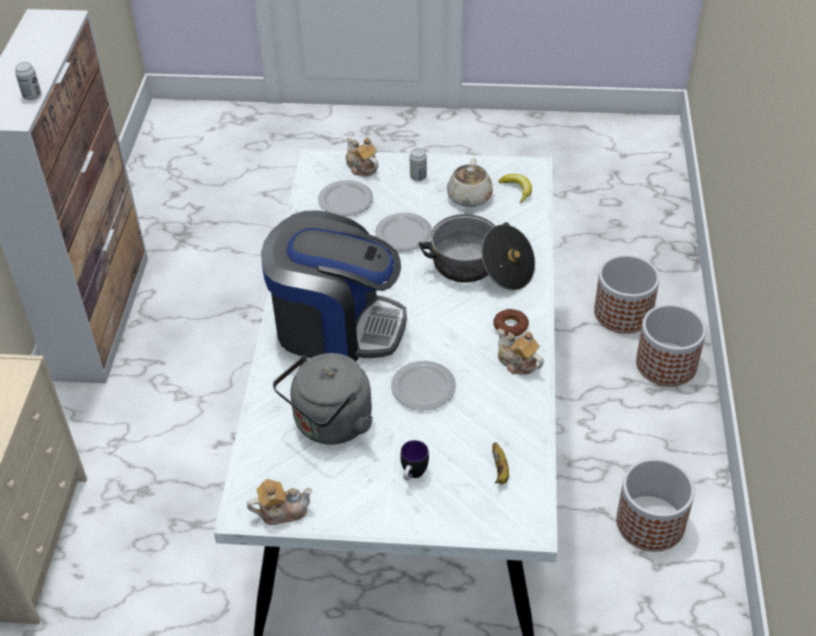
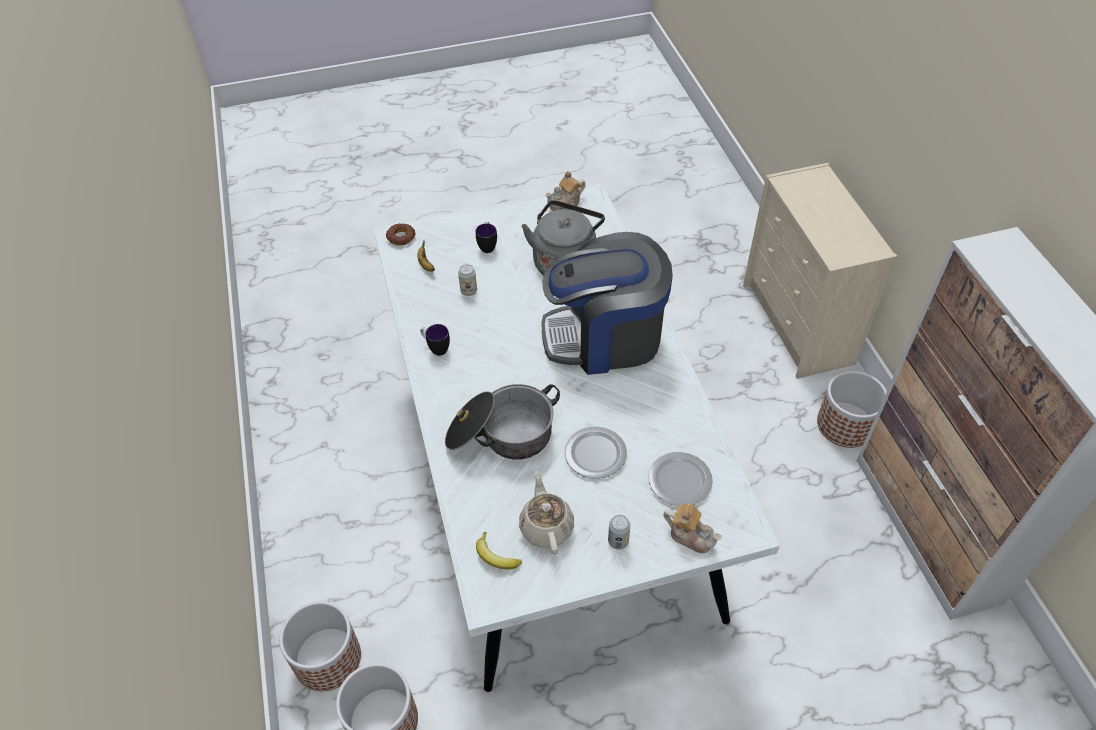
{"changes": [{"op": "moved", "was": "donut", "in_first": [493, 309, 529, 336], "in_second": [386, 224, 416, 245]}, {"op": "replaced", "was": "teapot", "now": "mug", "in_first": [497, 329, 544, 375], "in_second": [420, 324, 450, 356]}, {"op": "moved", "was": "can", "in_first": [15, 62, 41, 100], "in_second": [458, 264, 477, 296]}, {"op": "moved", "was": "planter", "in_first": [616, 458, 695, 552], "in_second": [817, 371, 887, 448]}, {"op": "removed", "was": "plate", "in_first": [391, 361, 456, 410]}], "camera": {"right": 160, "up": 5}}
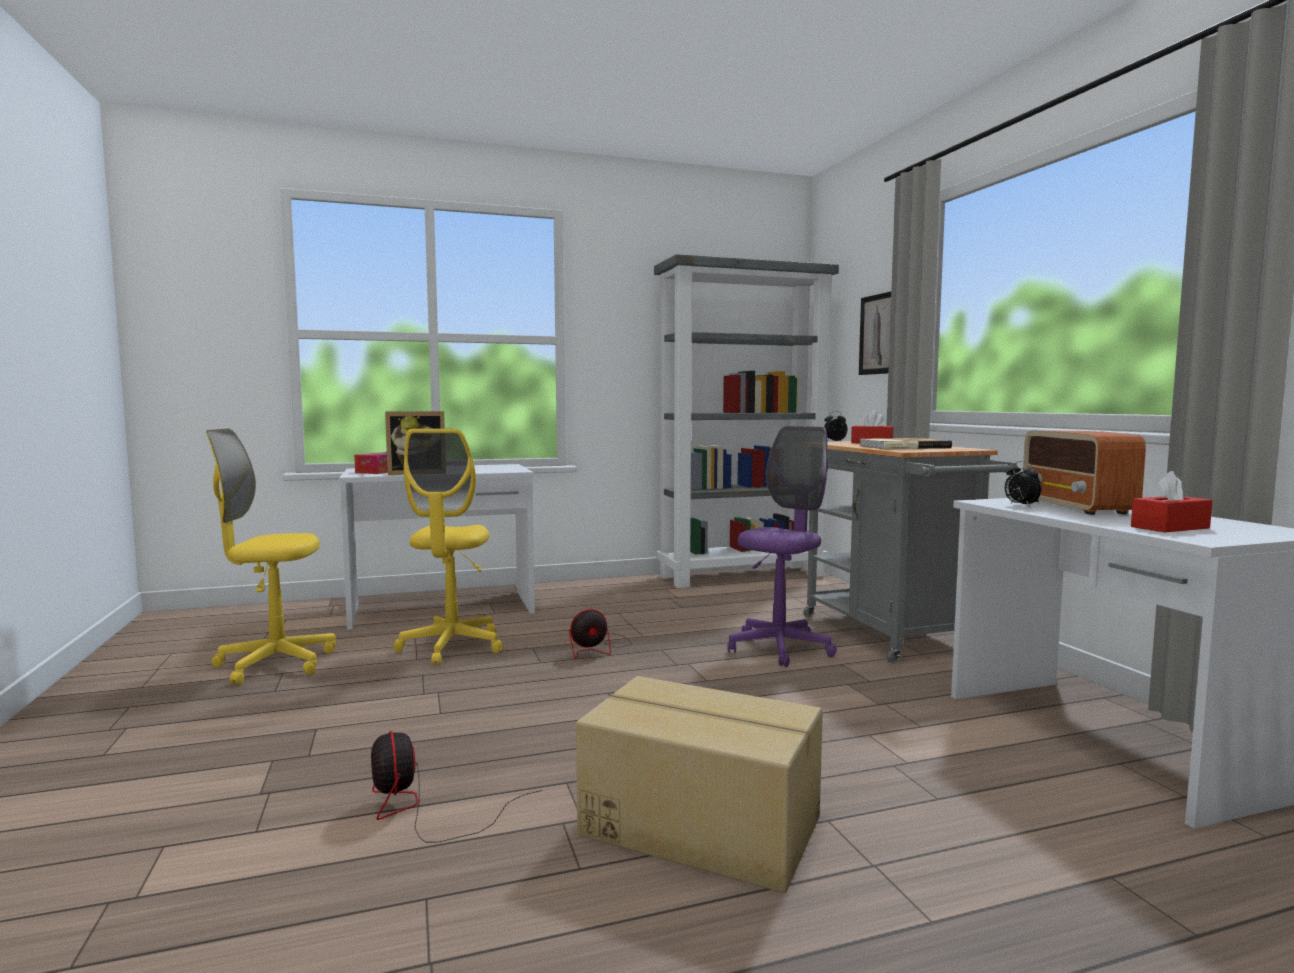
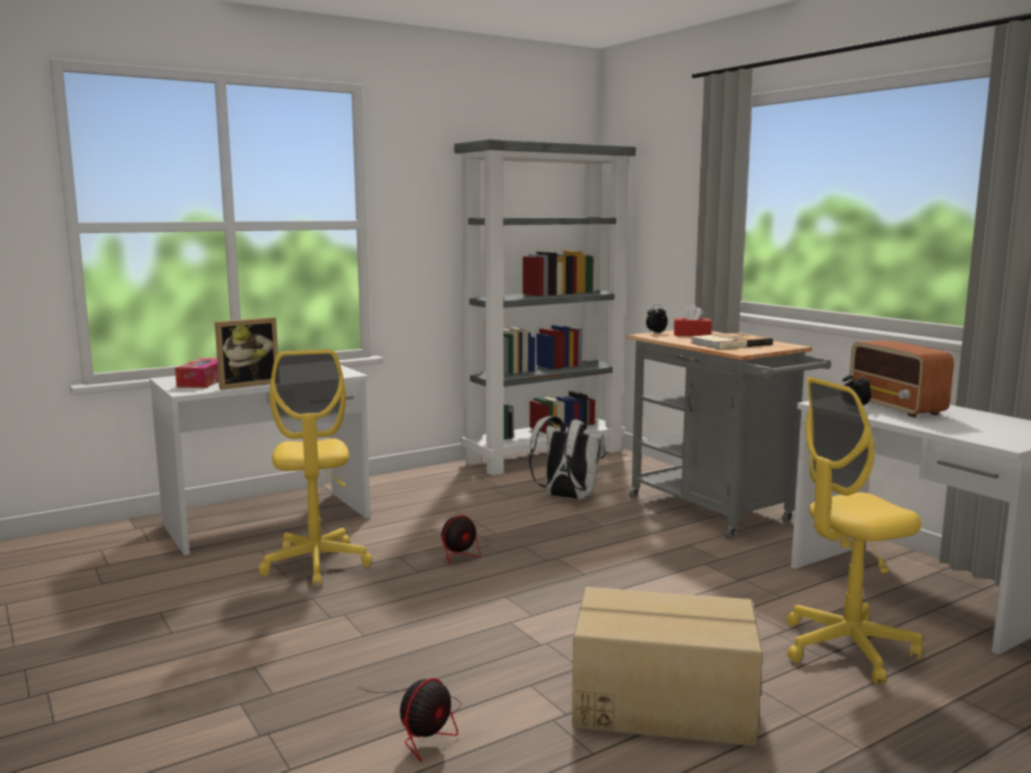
{"changes": [{"op": "turned", "was": "fan", "in_first": [371, 731, 542, 842], "in_second": [359, 678, 461, 762], "clockwise": -105}, {"op": "added", "now": "white backpack", "in_second": [529, 416, 605, 500]}, {"op": "moved", "was": "yellow office chair", "in_first": [206, 429, 336, 685], "in_second": [786, 377, 923, 684]}, {"op": "removed", "was": "purple office chair", "in_first": [727, 426, 837, 667]}, {"op": "removed", "was": "picture", "in_first": [859, 291, 891, 375]}, {"op": "removed", "was": "red tissue box", "in_first": [1131, 471, 1212, 532]}], "camera": {"right": -15, "up": 5}}
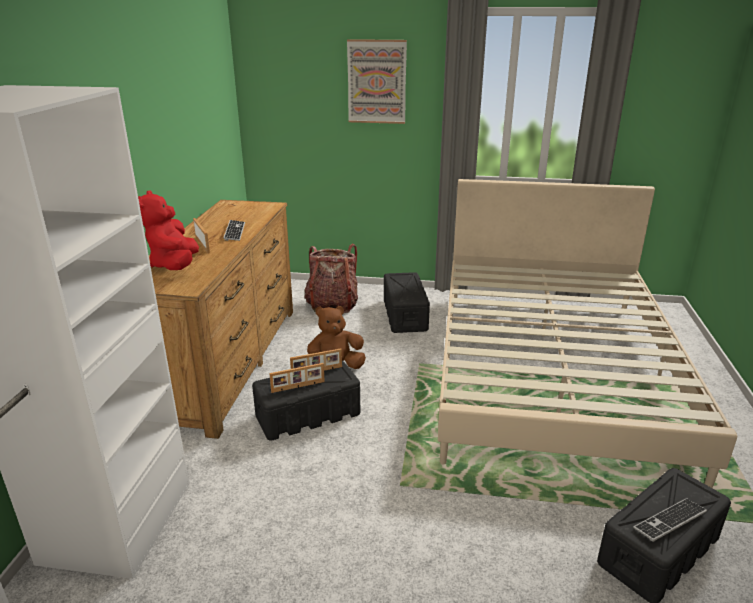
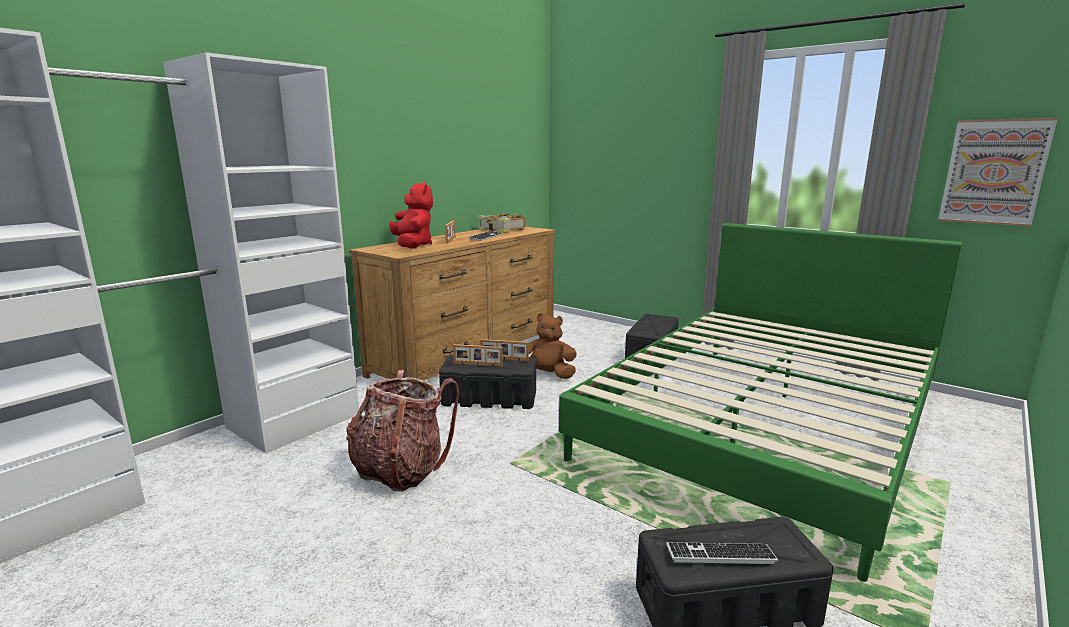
{"changes": [{"op": "moved", "was": "backpack", "in_first": [304, 244, 358, 313], "in_second": [346, 370, 459, 492]}, {"op": "turned", "was": "red plush toy", "in_first": [138, 191, 199, 270], "in_second": [389, 182, 433, 249], "clockwise": 135}, {"op": "added", "now": "book", "in_second": [478, 213, 525, 233]}, {"op": "recoloured", "was": "beige bed", "now": "green bed", "in_first": [438, 179, 737, 488], "in_second": [559, 223, 962, 582]}, {"op": "moved", "was": "picture", "in_first": [347, 39, 407, 124], "in_second": [938, 118, 1058, 227]}], "camera": {"right": 30, "up": -10}}
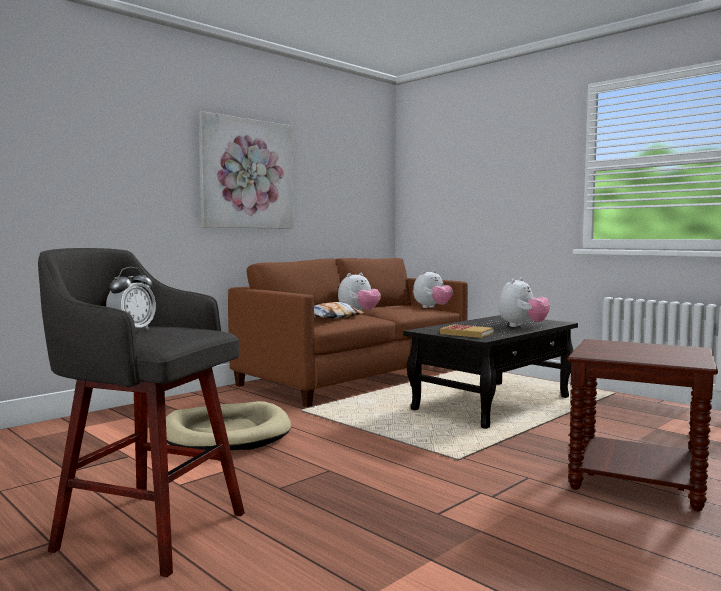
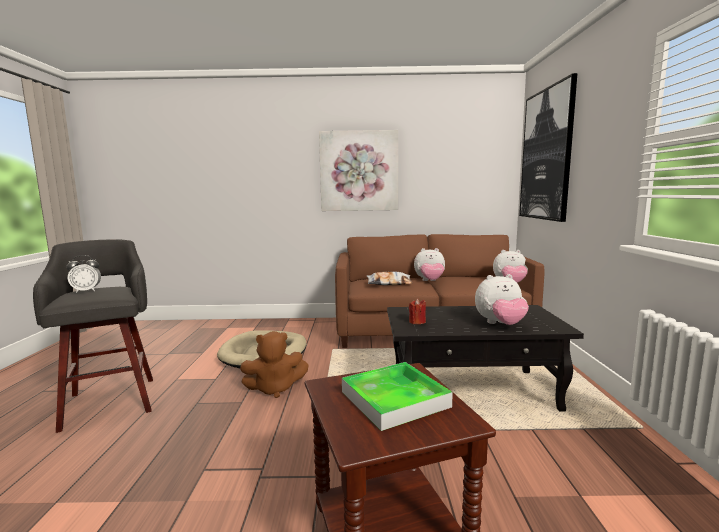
{"changes": [{"op": "added", "now": "brown plush toy", "in_second": [240, 331, 309, 398]}, {"op": "added", "now": "tray", "in_second": [342, 362, 453, 431]}, {"op": "replaced", "was": "book", "now": "red candle", "in_first": [440, 324, 494, 338], "in_second": [409, 299, 426, 324]}, {"op": "added", "now": "picture", "in_second": [519, 73, 578, 222]}], "camera": {"right": 45, "up": 5}}
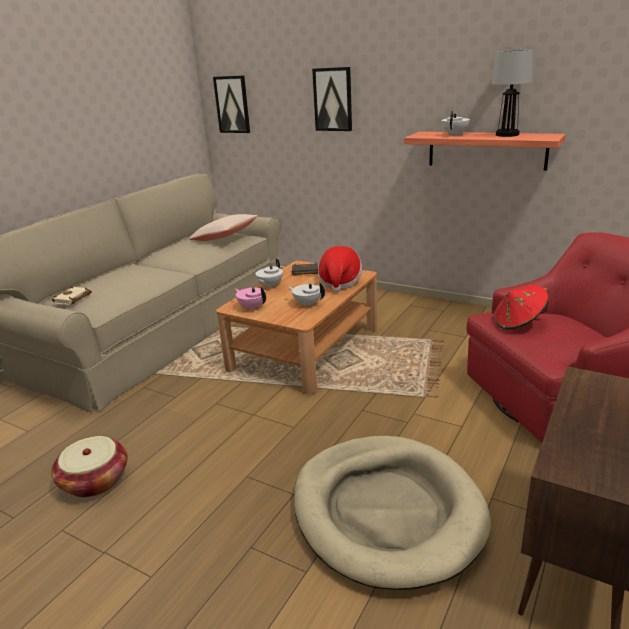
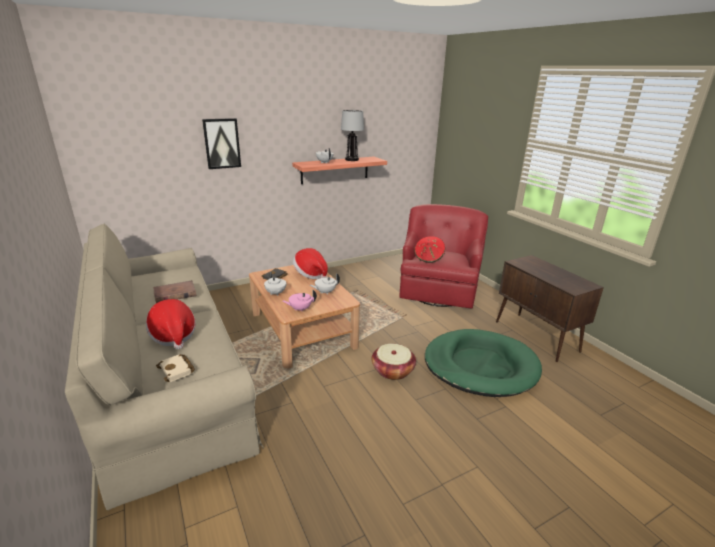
{"changes": [{"op": "added", "now": "hat", "in_second": [146, 299, 196, 349]}, {"op": "added", "now": "brown book", "in_second": [153, 280, 197, 303]}, {"op": "moved", "was": "basket", "in_first": [51, 436, 128, 497], "in_second": [372, 344, 416, 380]}, {"op": "recoloured", "was": "beige dog bed", "now": "green dog bed", "in_first": [294, 436, 491, 590], "in_second": [425, 329, 542, 397]}, {"op": "removed", "was": "beige pillow", "in_first": [189, 214, 258, 241]}, {"op": "removed", "was": "picture", "in_first": [213, 76, 250, 133]}], "camera": {"right": -60, "up": 0}}
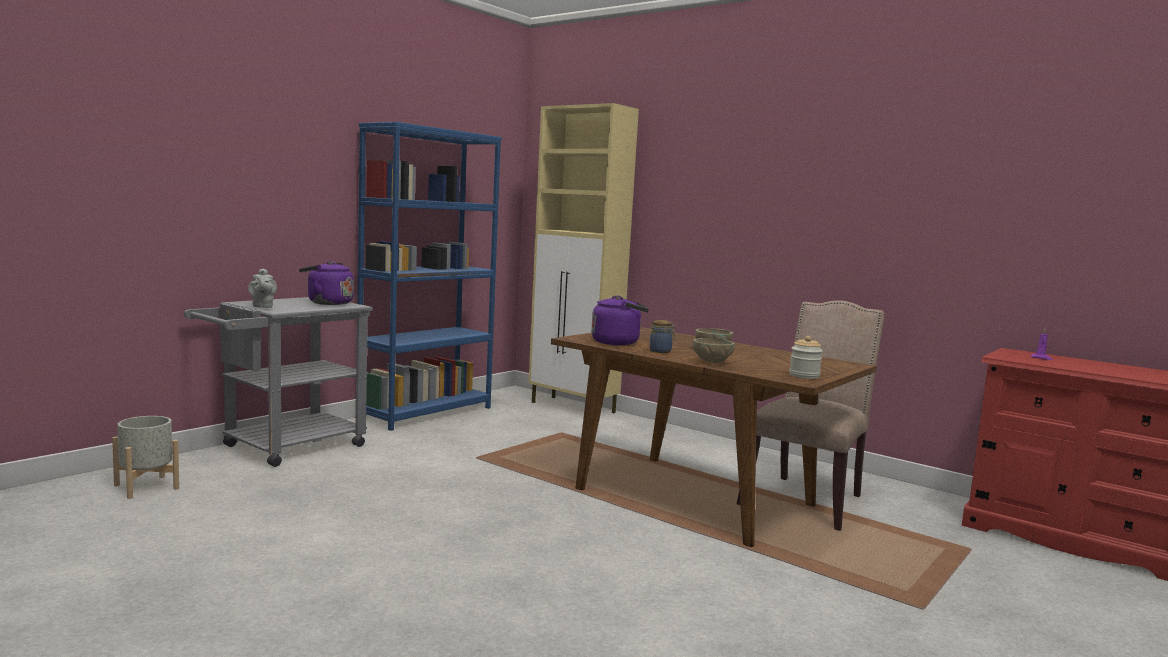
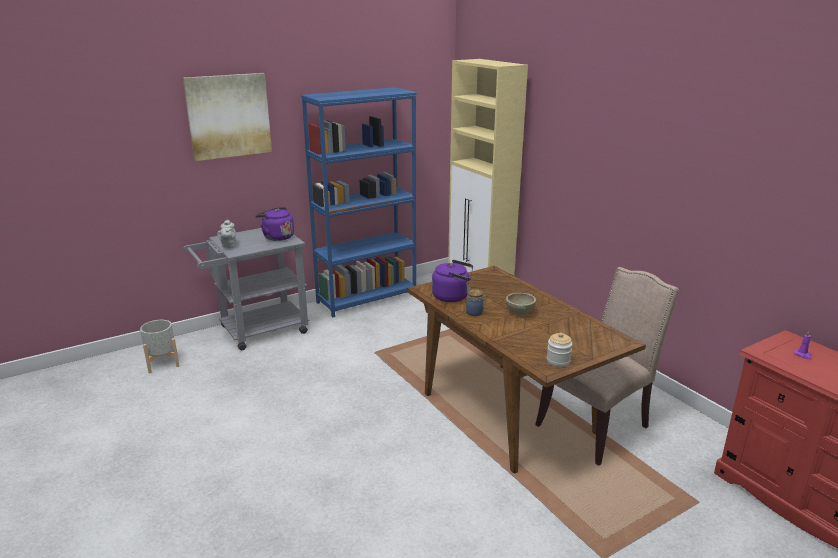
{"changes": [{"op": "added", "now": "picture", "in_second": [183, 73, 272, 161]}, {"op": "removed", "was": "beige bowl", "in_first": [692, 338, 735, 363]}], "camera": {"right": 20, "up": 15}}
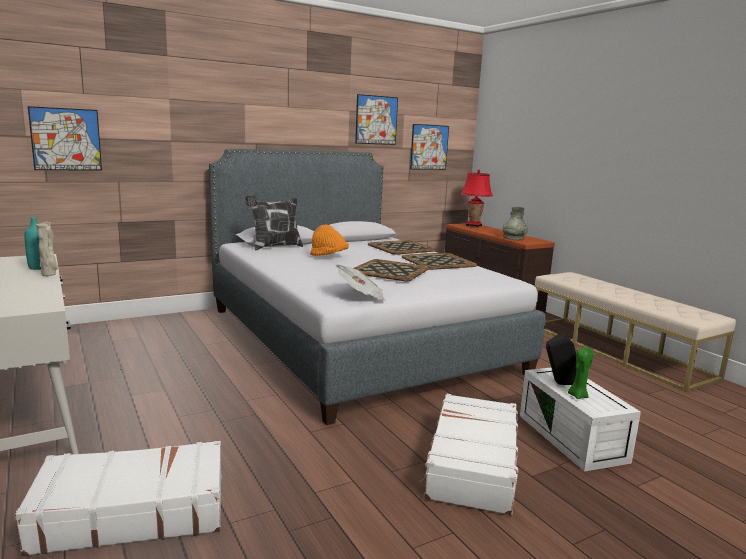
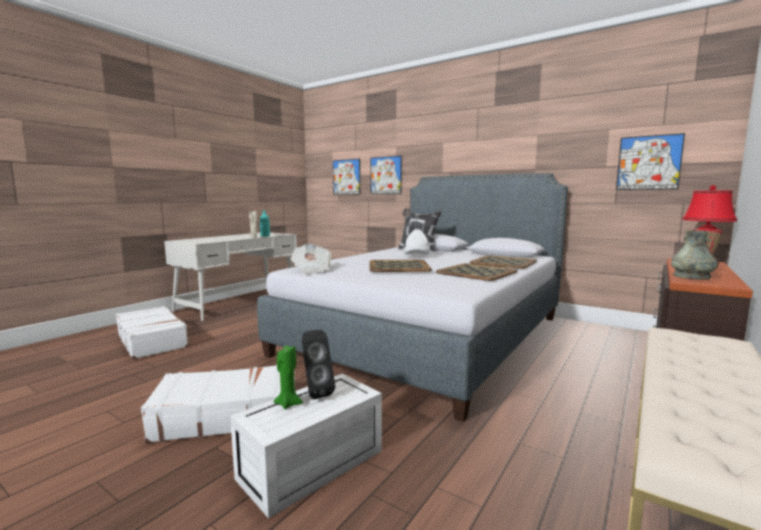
{"changes": [{"op": "moved", "was": "picture", "in_first": [355, 94, 398, 145], "in_second": [371, 156, 402, 194]}, {"op": "recoloured", "was": "orange hat", "now": "white hat", "in_first": [310, 224, 349, 256], "in_second": [404, 229, 430, 255]}], "camera": {"right": 65, "up": -5}}
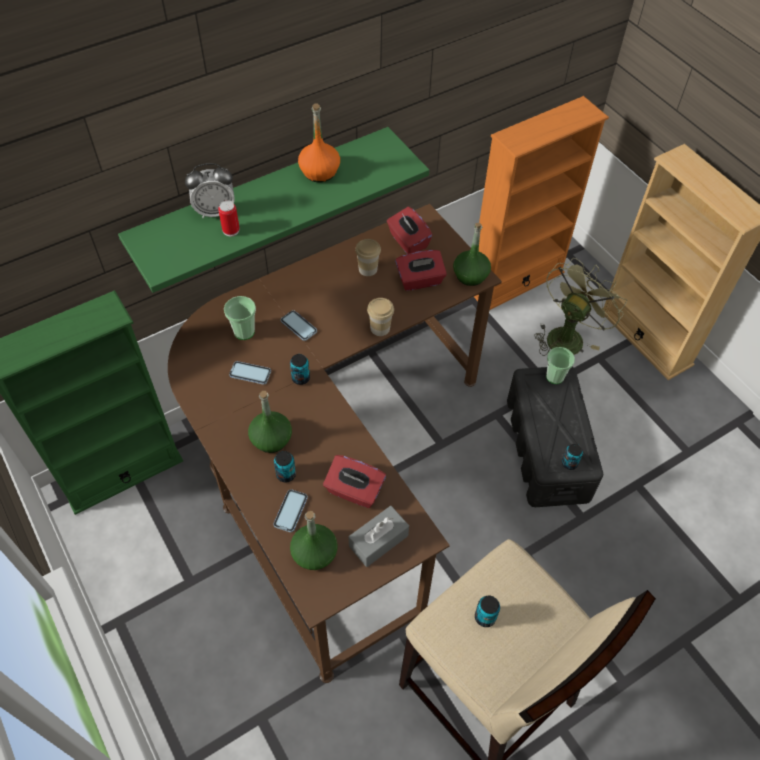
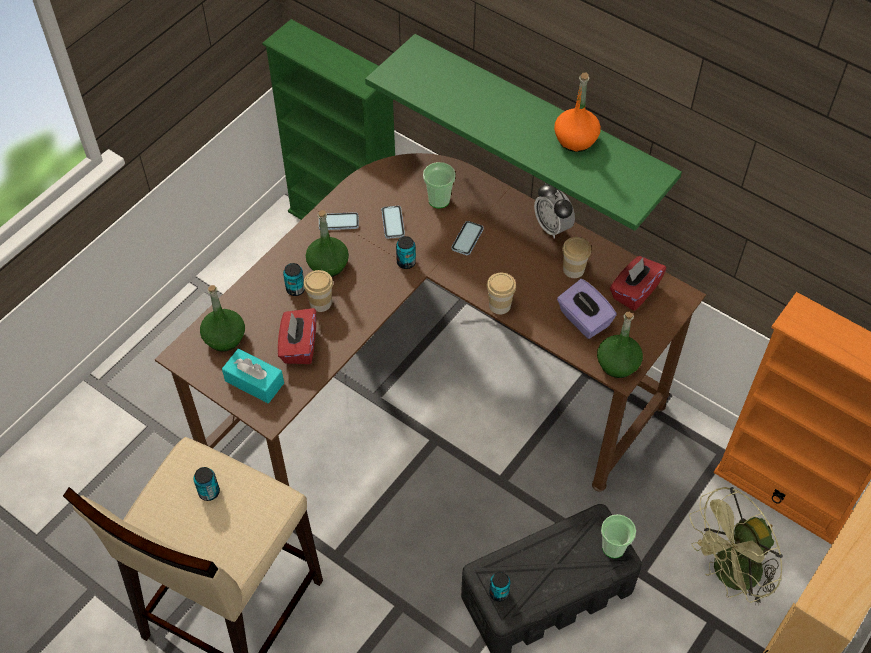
{"changes": [{"op": "recoloured", "was": "grey tissue box", "now": "turquoise tissue box", "in_first": [349, 506, 409, 567], "in_second": [222, 349, 284, 403]}, {"op": "added", "now": "cup", "in_second": [303, 270, 333, 312]}, {"op": "moved", "was": "phone", "in_first": [273, 489, 308, 532], "in_second": [319, 212, 359, 230]}, {"op": "moved", "was": "alarm clock", "in_first": [185, 163, 234, 218], "in_second": [534, 183, 575, 239]}, {"op": "recoloured", "was": "red tissue box", "now": "purple tissue box", "in_first": [395, 250, 447, 291], "in_second": [557, 279, 617, 339]}, {"op": "turned", "was": "green fan", "in_first": [534, 258, 627, 356], "in_second": [689, 487, 783, 606], "clockwise": 135}, {"op": "removed", "was": "can", "in_first": [218, 200, 240, 236]}], "camera": {"right": 70, "up": 0}}
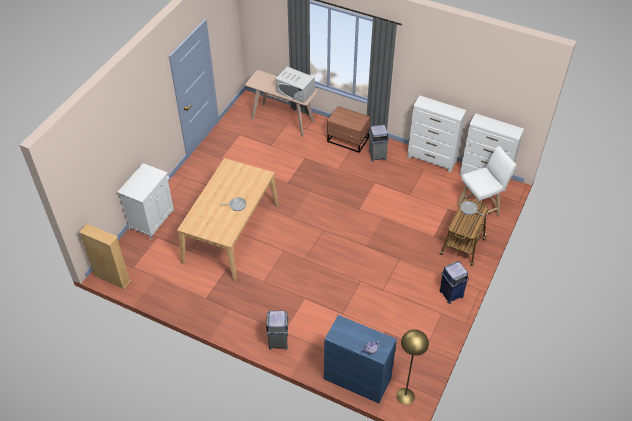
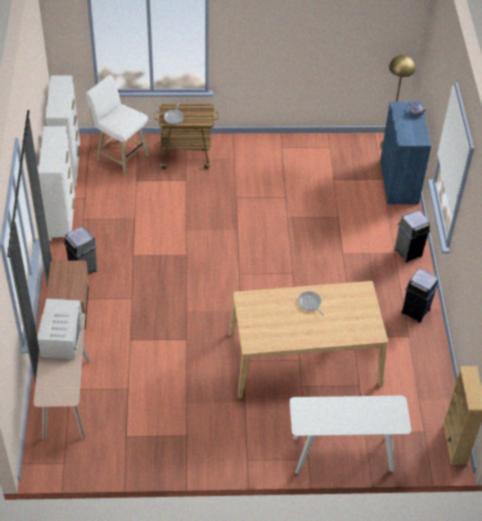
{"changes": [{"op": "replaced", "was": "white cabinet", "now": "white console table", "in_first": [117, 163, 174, 239], "in_second": [290, 396, 411, 474]}, {"op": "moved", "was": "blue trash can", "in_first": [440, 261, 469, 304], "in_second": [401, 269, 439, 323]}], "camera": {"right": -120, "up": 0}}
